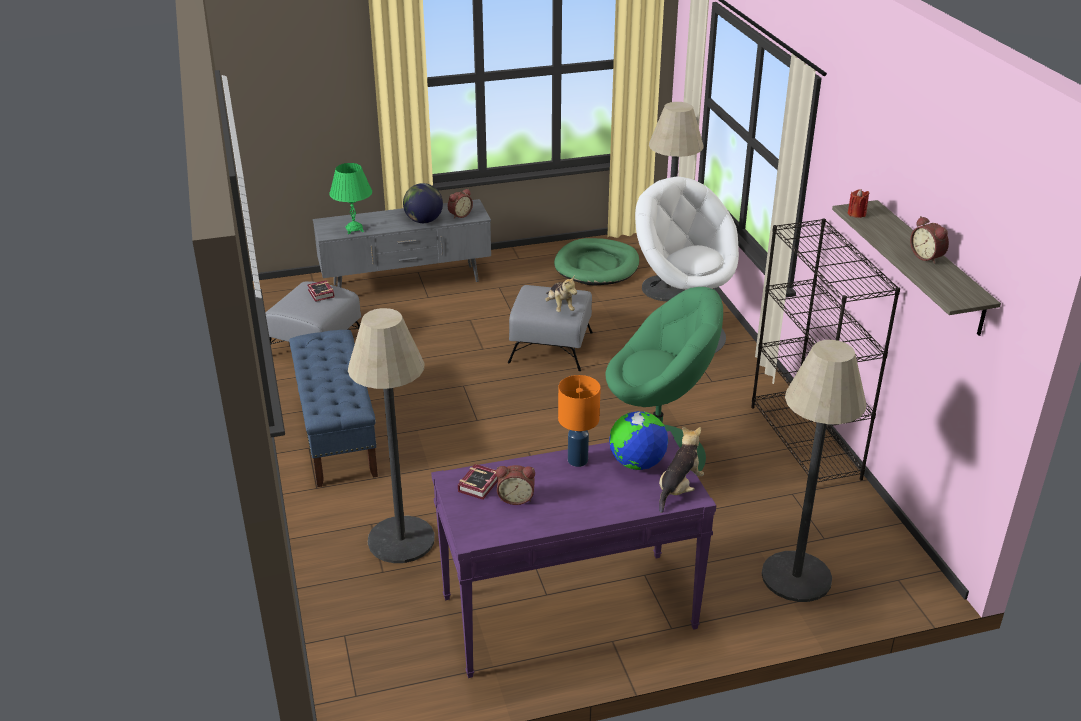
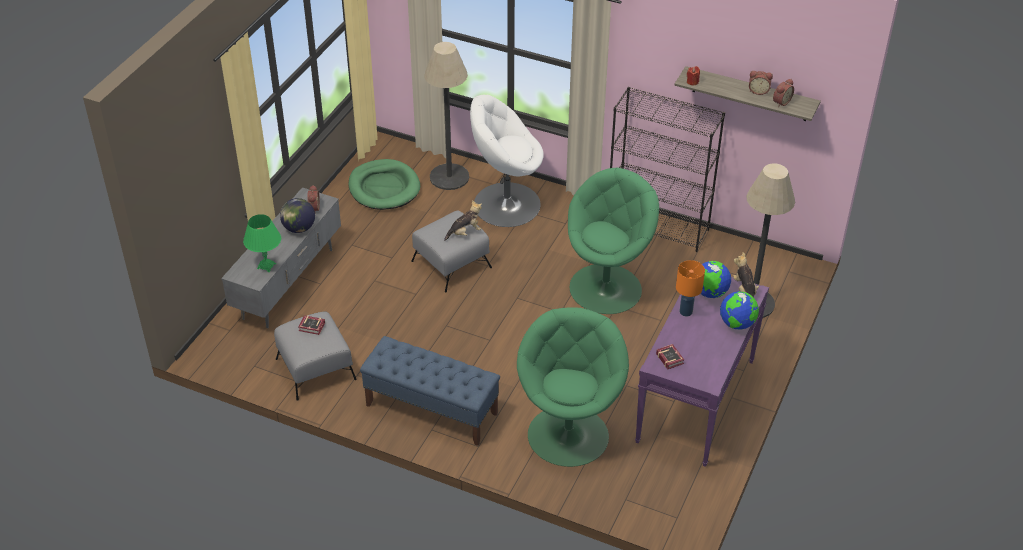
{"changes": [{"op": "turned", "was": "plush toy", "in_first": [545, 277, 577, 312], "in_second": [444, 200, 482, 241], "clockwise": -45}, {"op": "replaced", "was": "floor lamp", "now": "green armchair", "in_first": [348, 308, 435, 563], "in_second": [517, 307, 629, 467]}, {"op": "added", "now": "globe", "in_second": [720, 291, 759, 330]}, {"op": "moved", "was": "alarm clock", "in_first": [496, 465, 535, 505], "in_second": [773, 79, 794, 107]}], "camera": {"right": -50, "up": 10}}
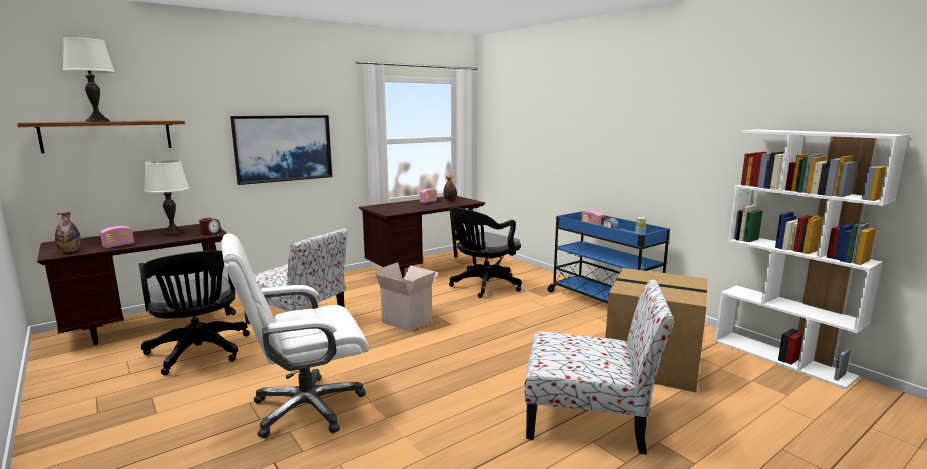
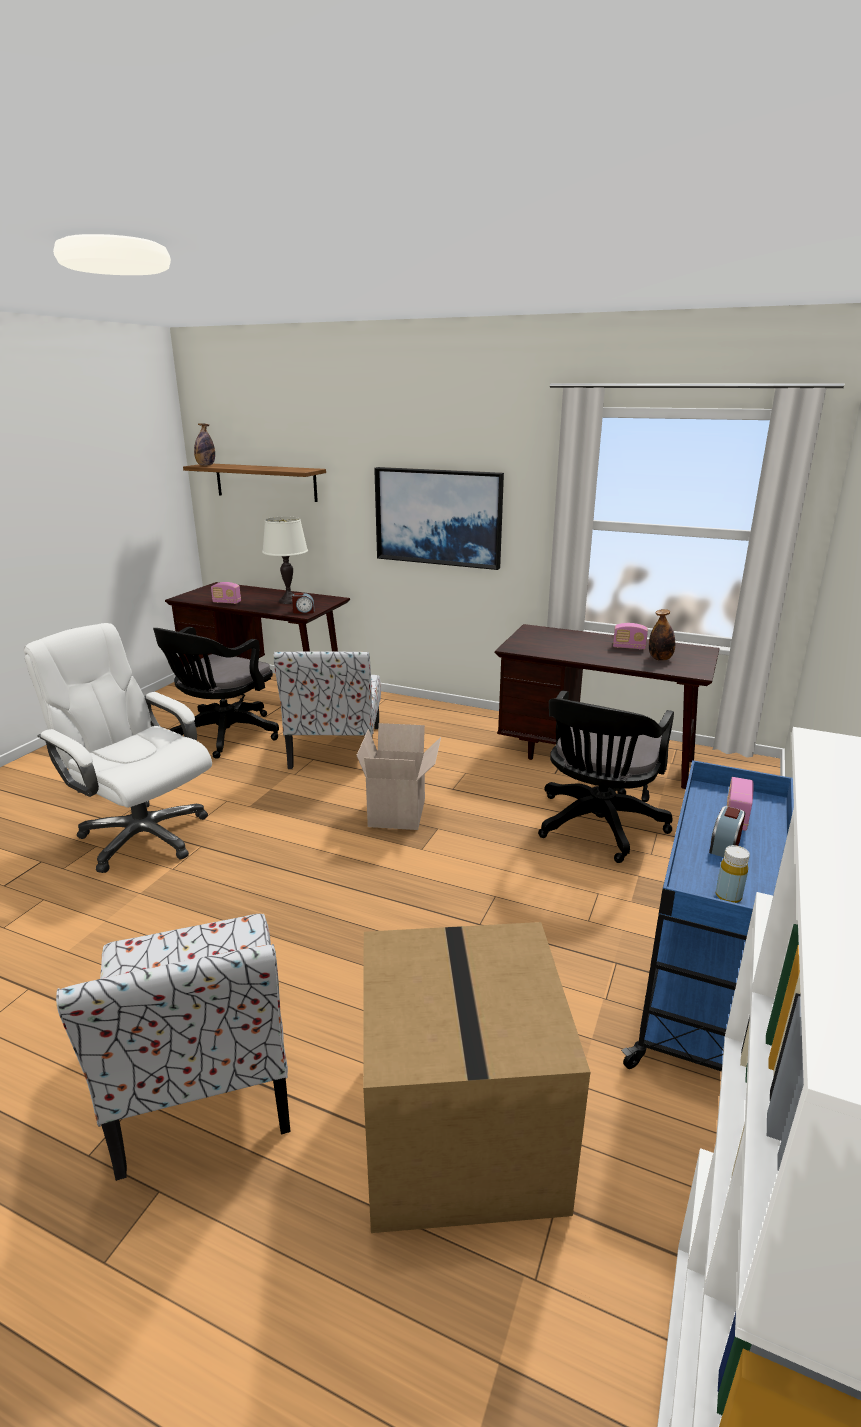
{"changes": [{"op": "moved", "was": "bottle", "in_first": [55, 212, 81, 252], "in_second": [194, 423, 215, 466]}, {"op": "turned", "was": "black office chair", "in_first": [449, 207, 522, 298], "in_second": [538, 690, 674, 863], "clockwise": -75}, {"op": "removed", "was": "white table lamp", "in_first": [63, 38, 115, 122]}], "camera": {"right": 60, "up": 10}}
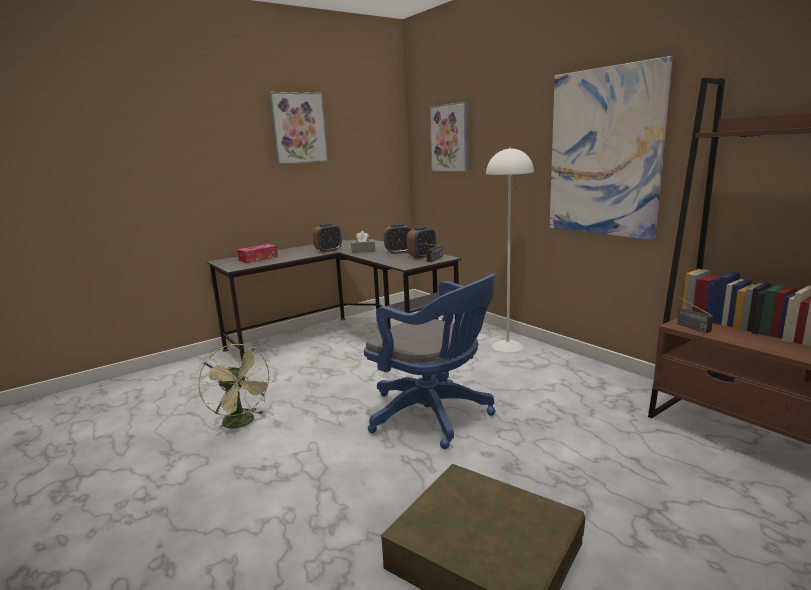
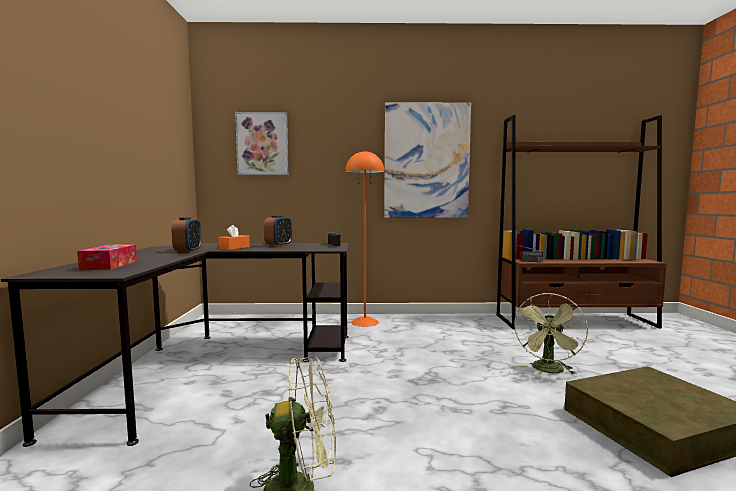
{"changes": [{"op": "recoloured", "was": "grey tissue box", "now": "orange tissue box", "in_first": [351, 231, 375, 253], "in_second": [218, 225, 250, 250]}, {"op": "recoloured", "was": "white floor lamp", "now": "orange floor lamp", "in_first": [486, 147, 534, 353], "in_second": [345, 150, 384, 327]}, {"op": "added", "now": "green fan", "in_second": [514, 293, 588, 374]}, {"op": "removed", "was": "picture", "in_first": [268, 92, 328, 165]}, {"op": "removed", "was": "blue office chair", "in_first": [364, 274, 496, 449]}, {"op": "removed", "was": "alarm clock", "in_first": [407, 226, 436, 259]}], "camera": {"right": -55, "up": -10}}
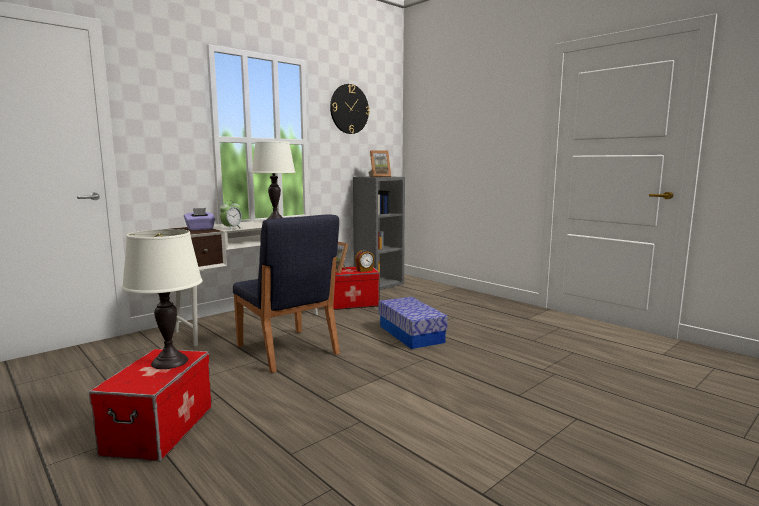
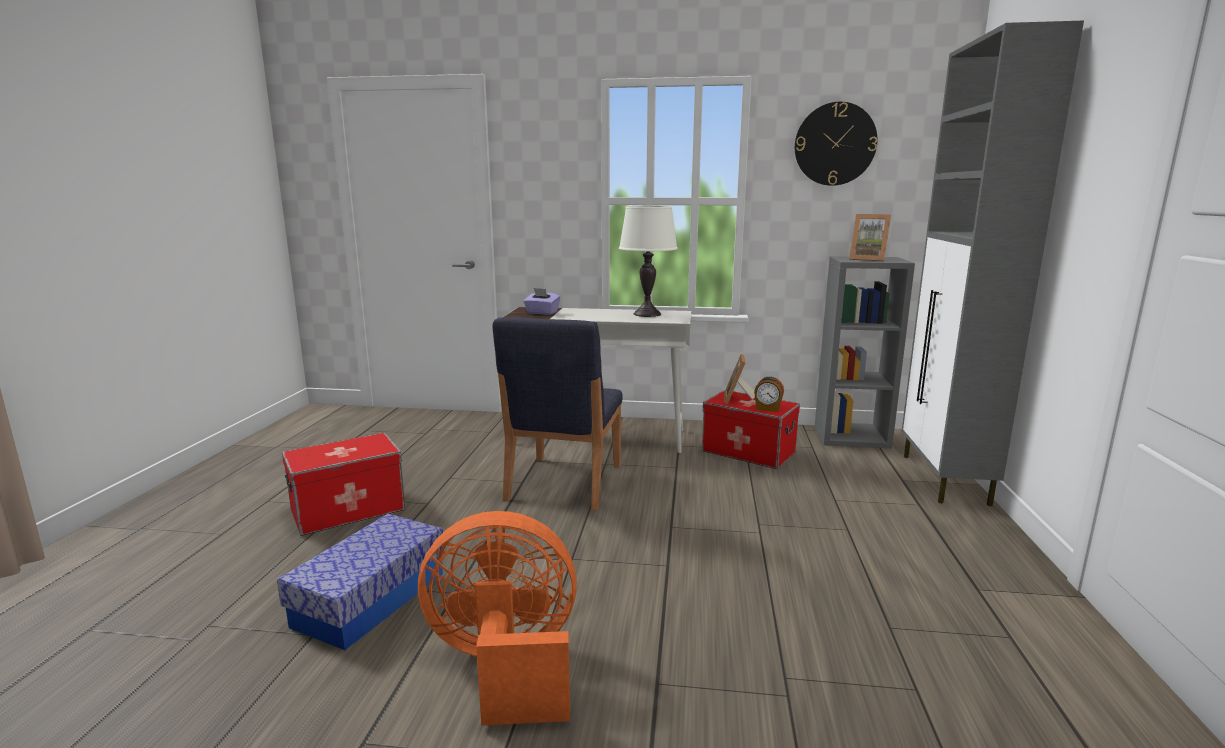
{"changes": [{"op": "moved", "was": "storage box", "in_first": [379, 297, 448, 349], "in_second": [277, 514, 445, 650]}, {"op": "added", "now": "orange fan", "in_second": [418, 511, 577, 725]}, {"op": "added", "now": "grey cabinet", "in_second": [901, 21, 1084, 506]}, {"op": "removed", "was": "white table lamp", "in_first": [122, 229, 203, 369]}, {"op": "removed", "was": "alarm clock", "in_first": [220, 200, 242, 230]}], "camera": {"right": 50, "up": 5}}
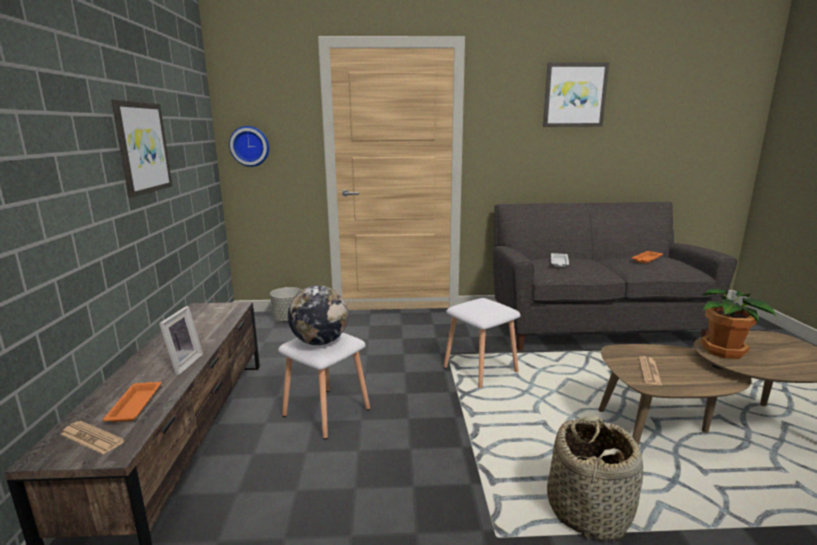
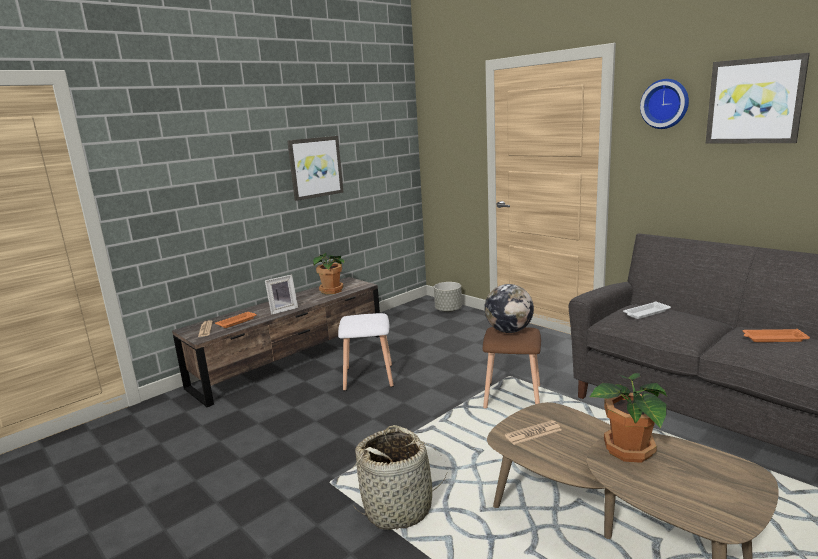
{"changes": [{"op": "added", "now": "potted plant", "in_second": [313, 253, 344, 295]}, {"op": "recoloured", "was": "white stool", "now": "brown stool", "in_first": [443, 298, 520, 388], "in_second": [483, 327, 541, 408]}, {"op": "moved", "was": "globe", "in_first": [288, 286, 348, 345], "in_second": [484, 284, 534, 333]}, {"op": "moved", "was": "wall clock", "in_first": [229, 126, 269, 167], "in_second": [640, 79, 689, 129]}], "camera": {"right": 50, "up": 0}}
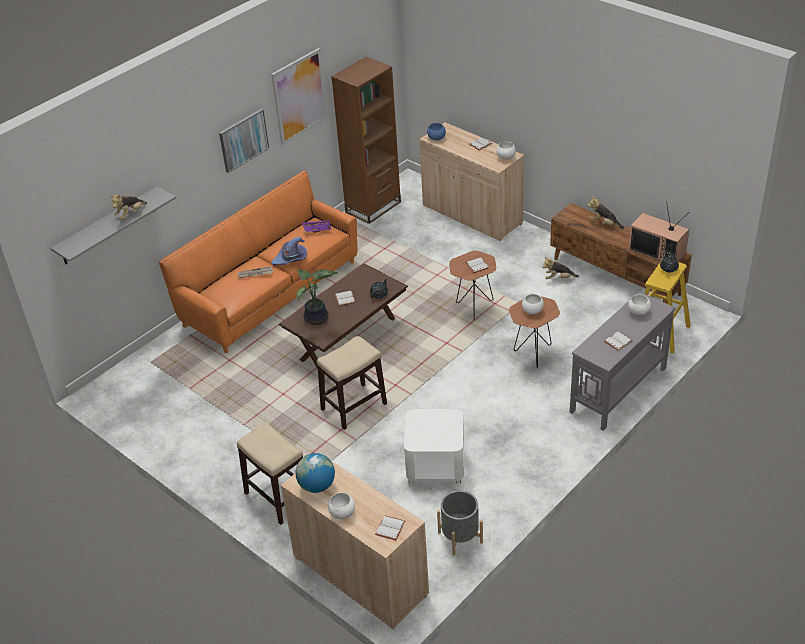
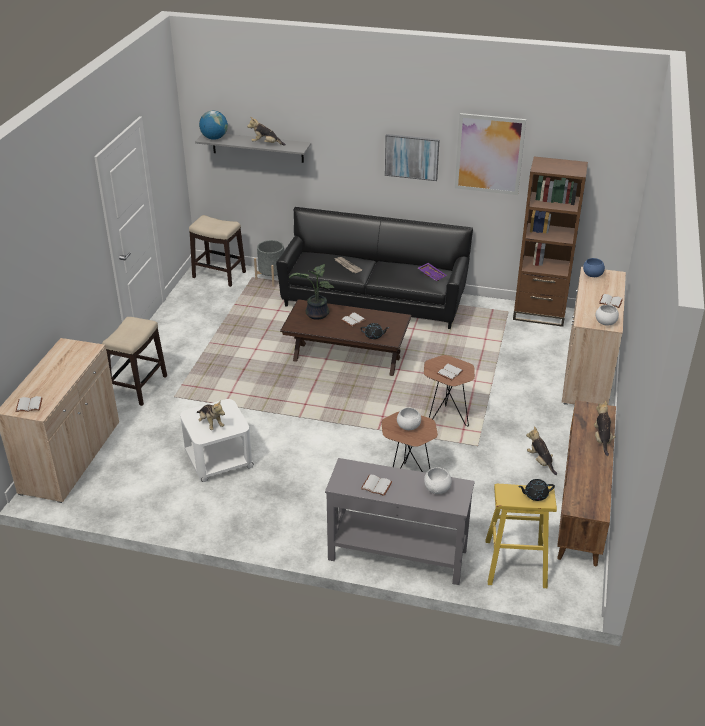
{"changes": [{"op": "moved", "was": "stool", "in_first": [317, 336, 387, 430], "in_second": [189, 215, 246, 287]}, {"op": "added", "now": "plush toy", "in_second": [197, 400, 225, 430]}, {"op": "moved", "was": "globe", "in_first": [296, 453, 335, 493], "in_second": [199, 111, 228, 140]}, {"op": "moved", "was": "grey planter", "in_first": [437, 490, 483, 556], "in_second": [254, 240, 284, 287]}, {"op": "recoloured", "was": "orange sofa", "now": "black sofa", "in_first": [159, 171, 357, 353], "in_second": [276, 207, 473, 329]}, {"op": "removed", "was": "purple hat", "in_first": [272, 237, 307, 265]}, {"op": "removed", "was": "white bowl", "in_first": [328, 492, 355, 520]}, {"op": "removed", "was": "television", "in_first": [629, 201, 689, 262]}], "camera": {"right": 60, "up": -5}}
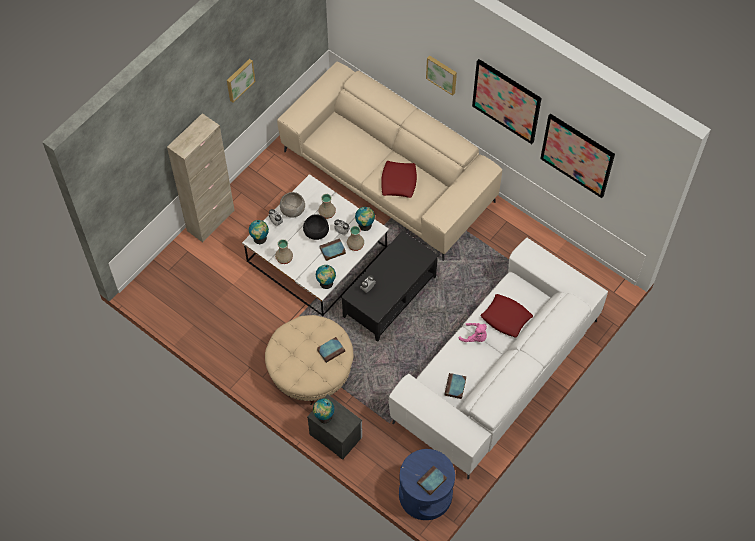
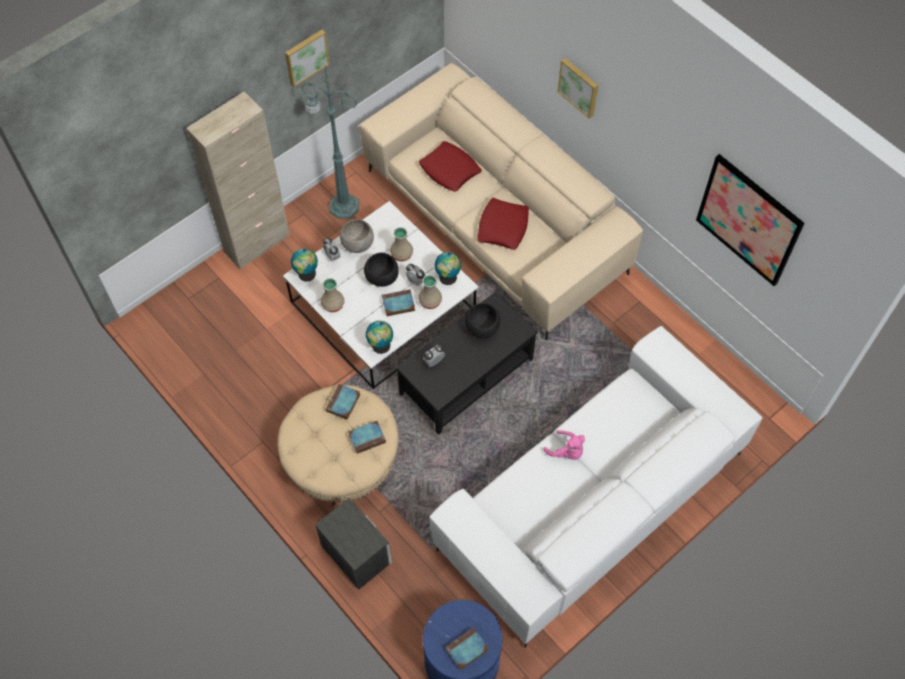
{"changes": [{"op": "added", "now": "green floor lamp", "in_second": [301, 67, 359, 219]}, {"op": "moved", "was": "book", "in_first": [444, 373, 466, 399], "in_second": [326, 384, 360, 420]}, {"op": "moved", "was": "red pillow", "in_first": [481, 294, 533, 338], "in_second": [419, 141, 482, 192]}, {"op": "added", "now": "black bowl", "in_second": [465, 303, 500, 339]}, {"op": "removed", "was": "globe", "in_first": [313, 398, 334, 423]}, {"op": "removed", "was": "picture", "in_first": [472, 59, 542, 144]}], "camera": {"right": 10, "up": 0}}
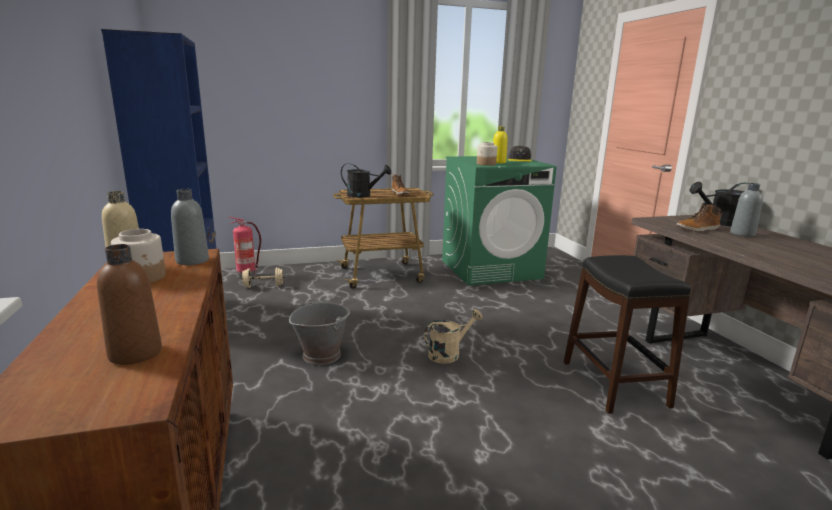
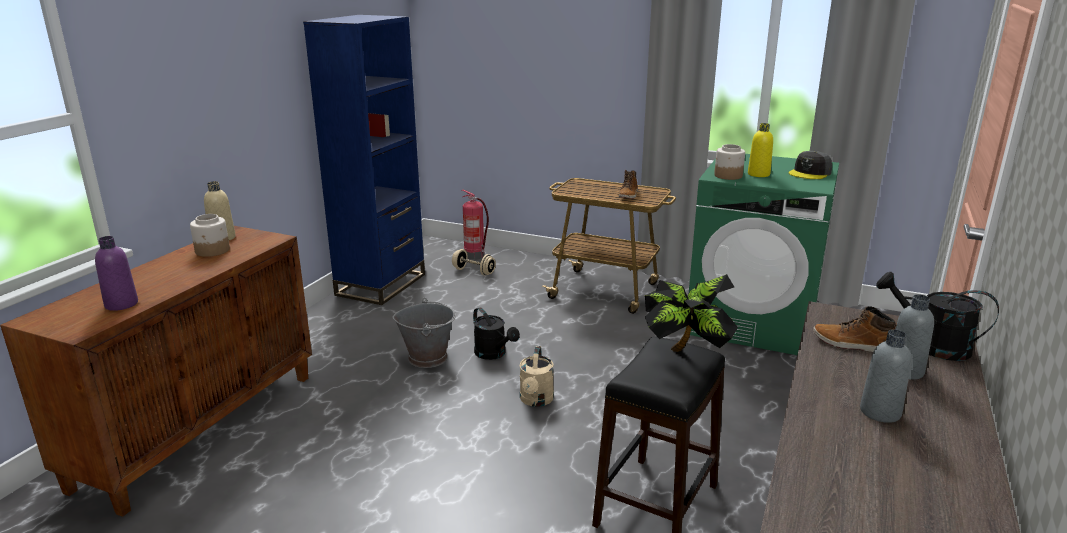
{"changes": [{"op": "recoloured", "was": "brown bottle", "now": "purple bottle", "in_first": [97, 244, 162, 365], "in_second": [95, 236, 138, 311]}, {"op": "moved", "was": "black watering can", "in_first": [341, 163, 391, 198], "in_second": [473, 307, 520, 360]}, {"op": "turned", "was": "beige watering can", "in_first": [424, 309, 483, 364], "in_second": [519, 346, 554, 407], "clockwise": 90}, {"op": "added", "now": "potted plant", "in_second": [645, 274, 738, 352]}, {"op": "moved", "was": "grey bottle", "in_first": [171, 189, 209, 265], "in_second": [860, 329, 911, 423]}], "camera": {"right": 40, "up": 5}}
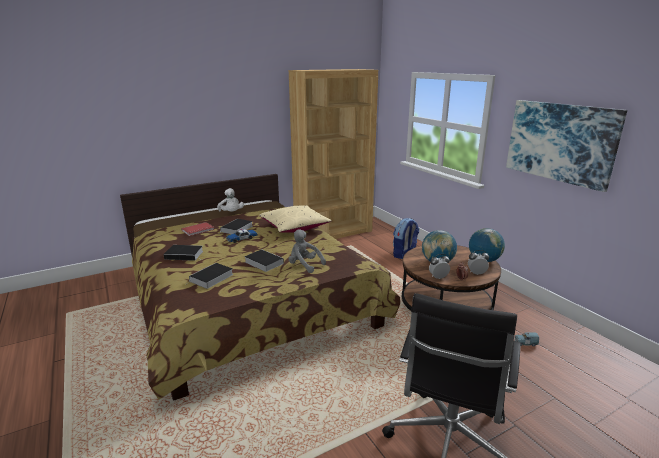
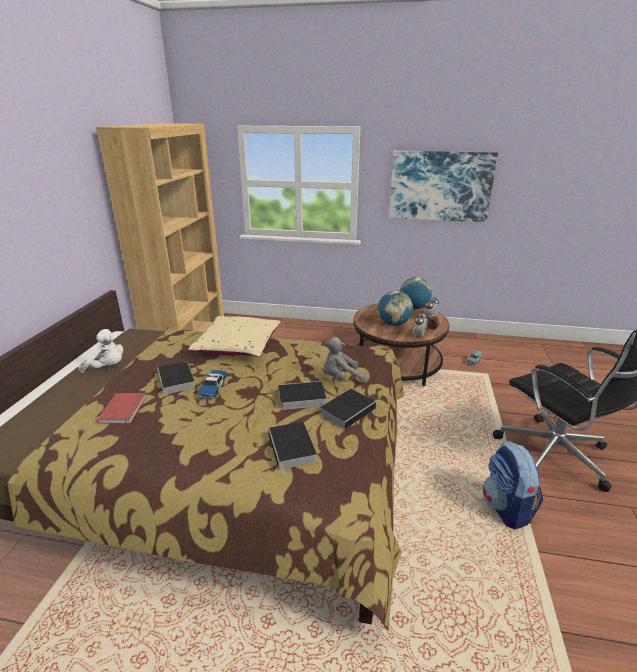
{"changes": [{"op": "moved", "was": "book", "in_first": [163, 245, 203, 261], "in_second": [320, 389, 378, 429]}, {"op": "moved", "was": "backpack", "in_first": [393, 218, 419, 259], "in_second": [483, 441, 543, 530]}], "camera": {"right": -50, "up": 5}}
